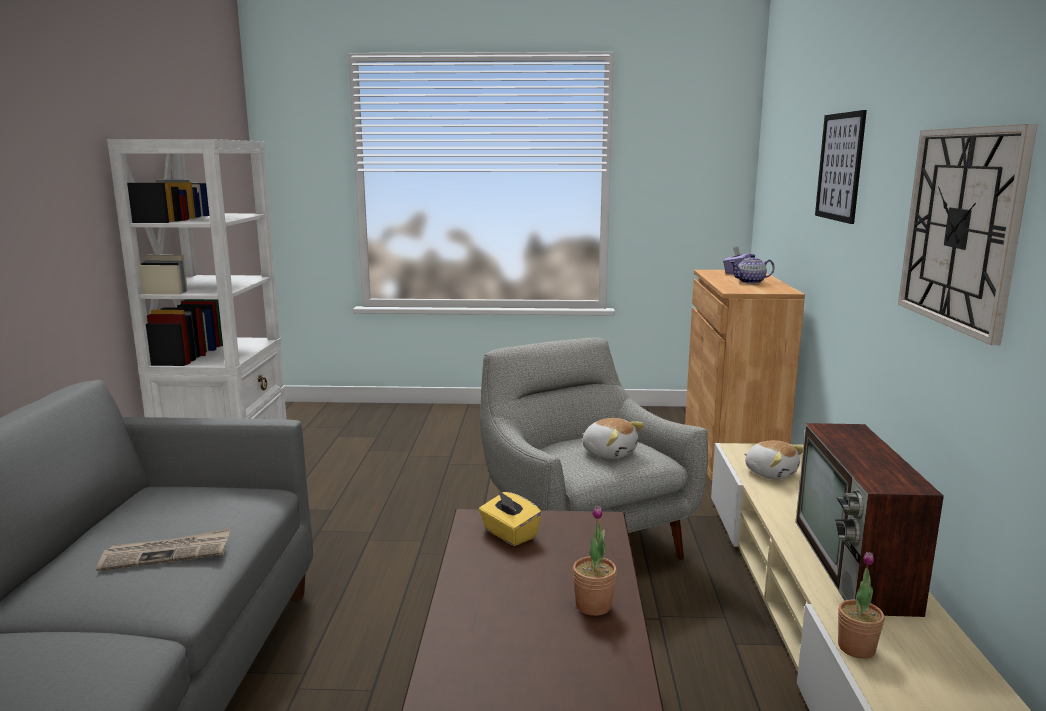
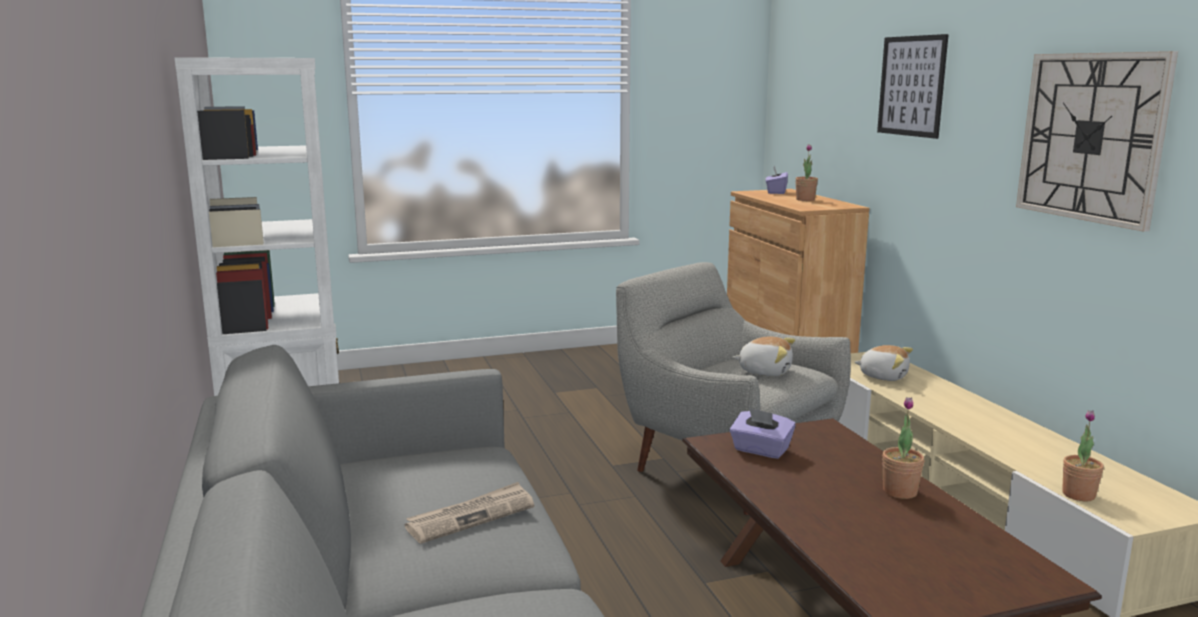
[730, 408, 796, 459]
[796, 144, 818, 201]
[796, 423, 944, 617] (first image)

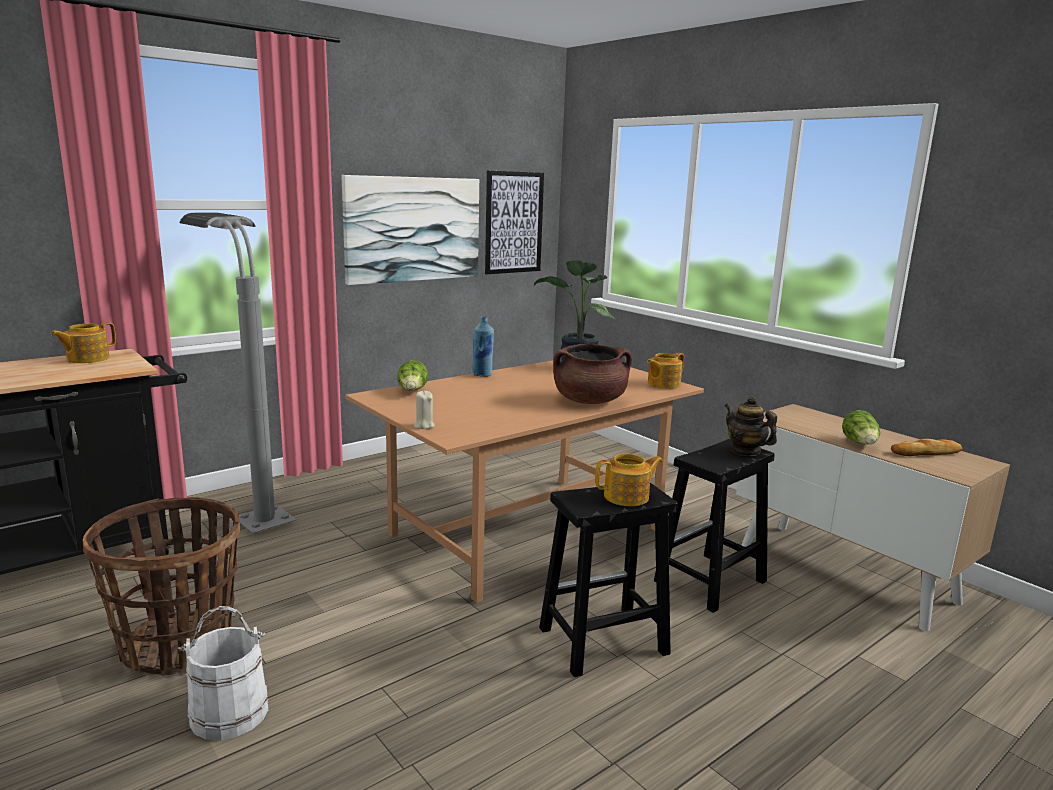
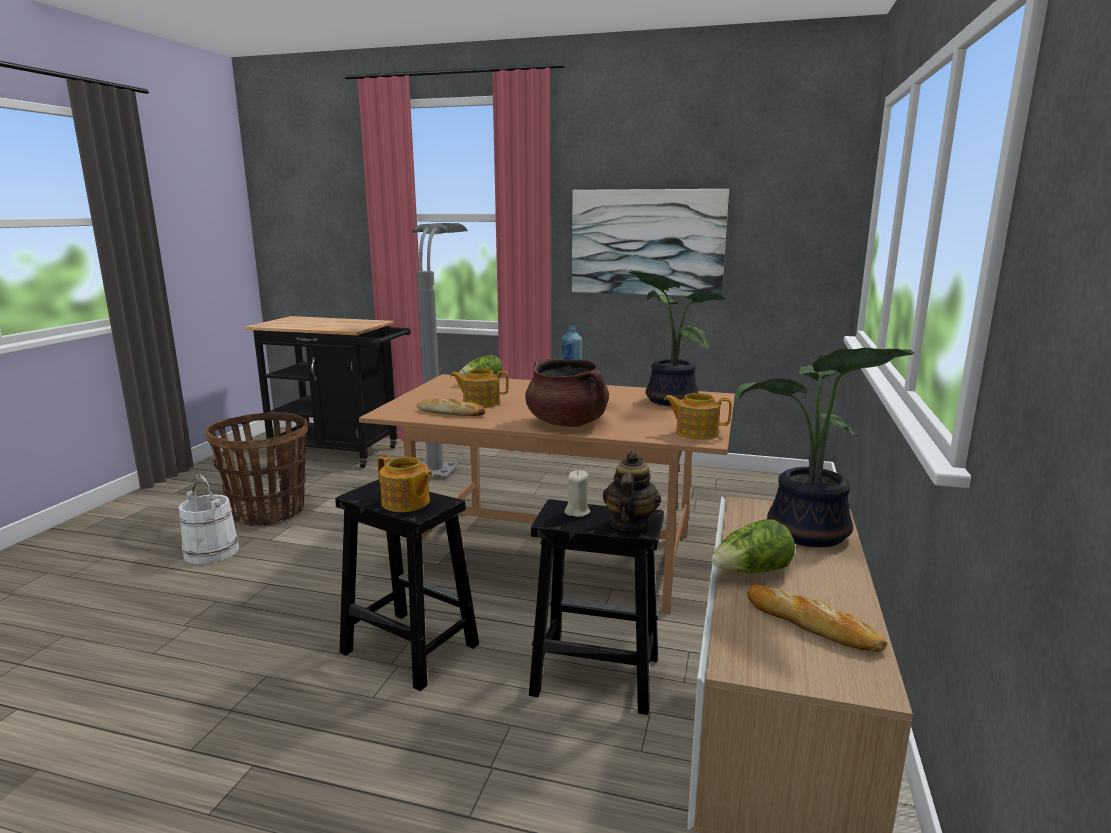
[450, 369, 509, 408]
[564, 470, 590, 517]
[485, 170, 544, 274] (first image)
[416, 398, 485, 416]
[735, 348, 915, 547]

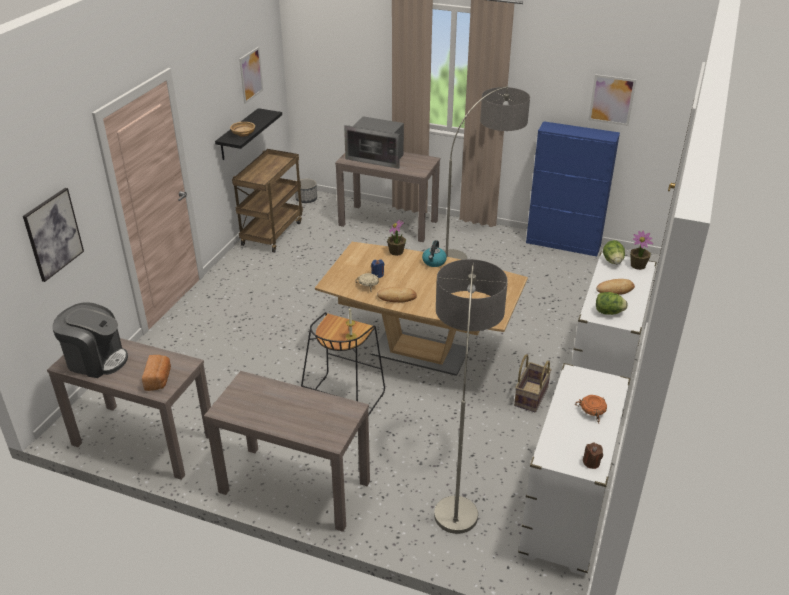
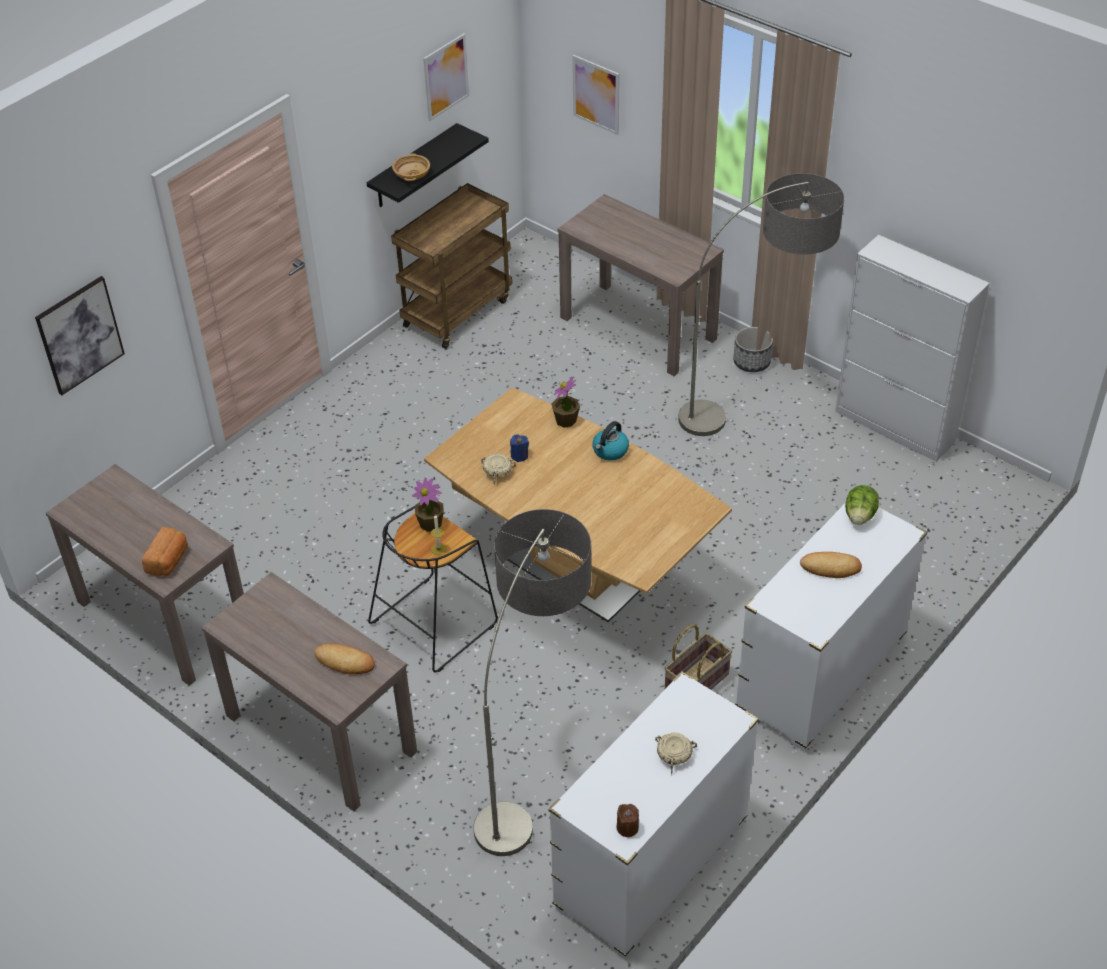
[53, 303, 128, 378] (first image)
[733, 327, 773, 372]
[344, 116, 404, 169] (first image)
[314, 643, 375, 674]
[835, 235, 989, 462]
[655, 732, 697, 775]
[572, 55, 620, 135]
[596, 292, 628, 315] (first image)
[412, 478, 444, 532]

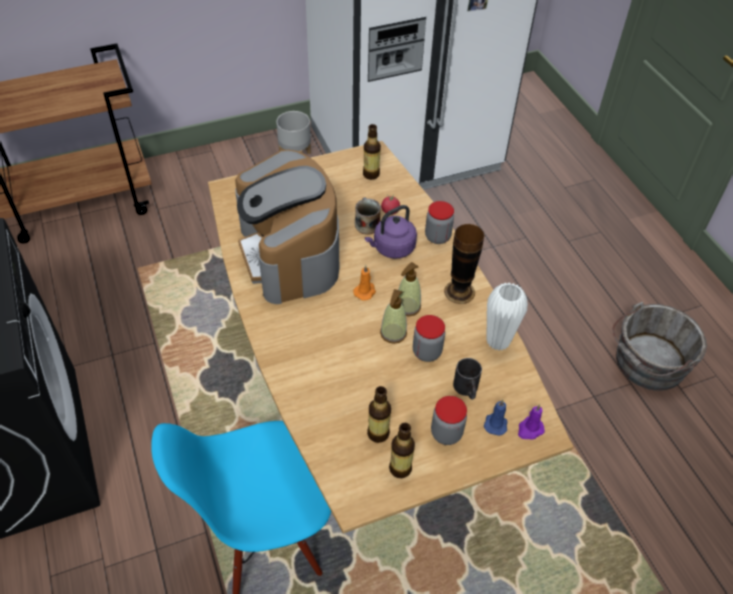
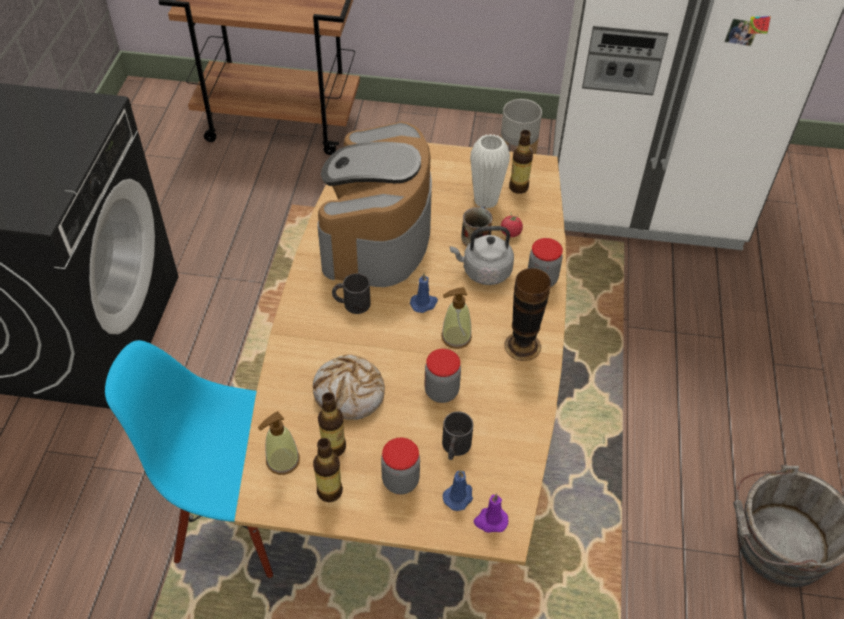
[410, 273, 438, 313]
[450, 226, 514, 285]
[258, 411, 300, 475]
[470, 134, 510, 209]
[313, 354, 385, 420]
[332, 273, 371, 314]

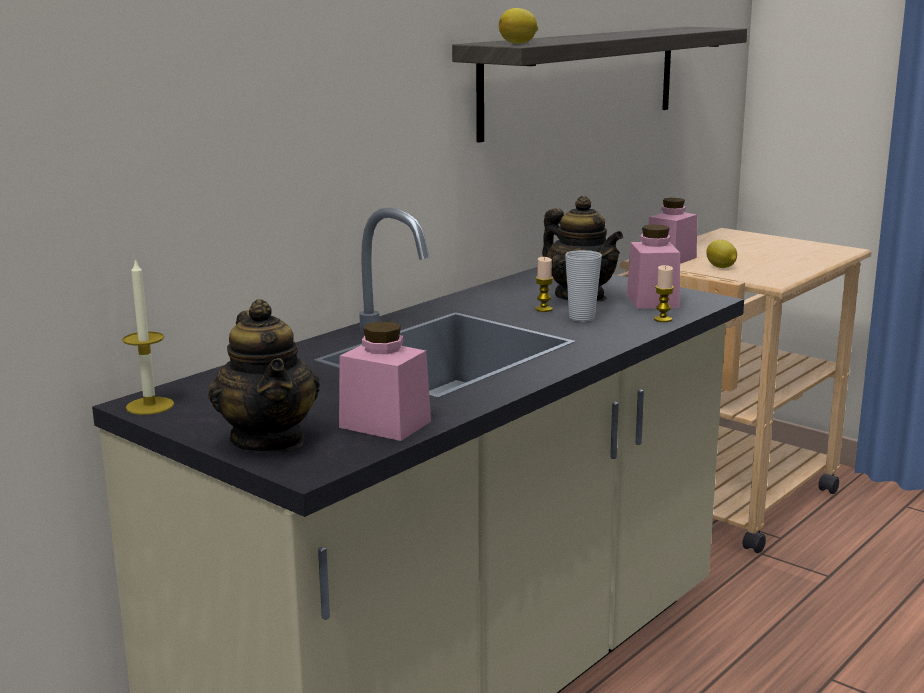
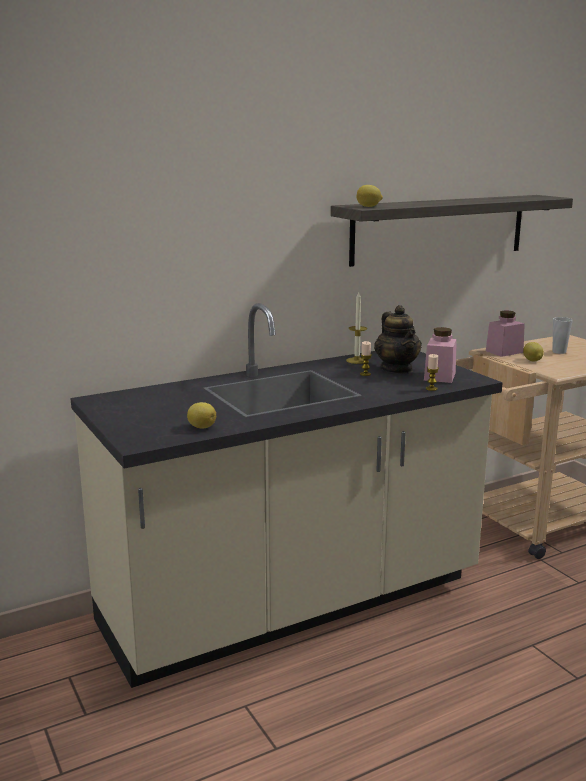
[346, 292, 367, 364]
[208, 299, 320, 453] (first image)
[187, 402, 216, 429]
[552, 317, 573, 354]

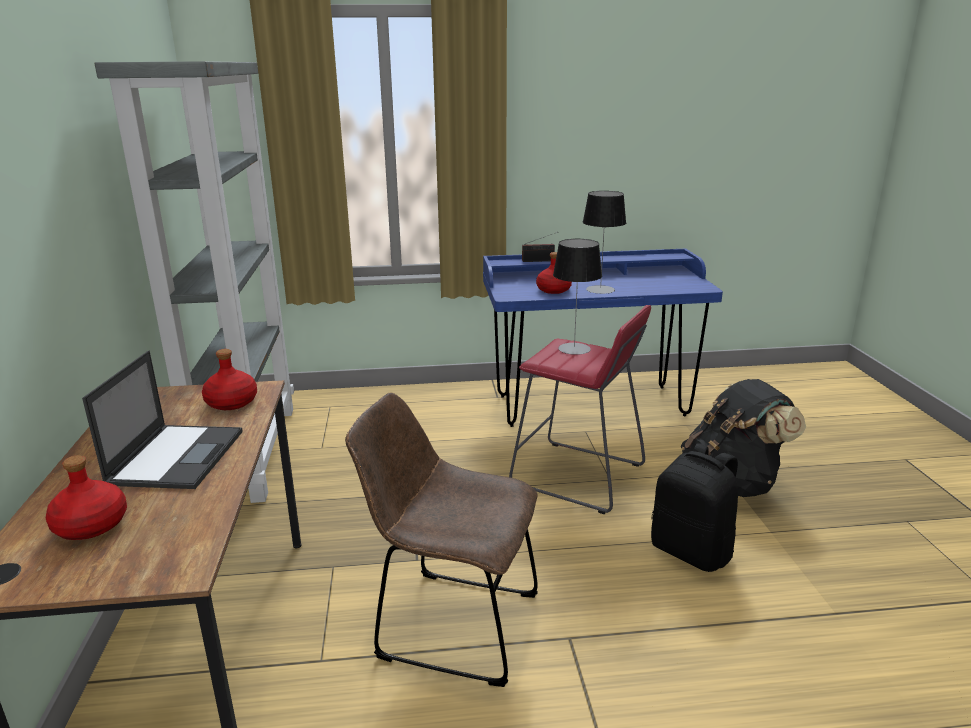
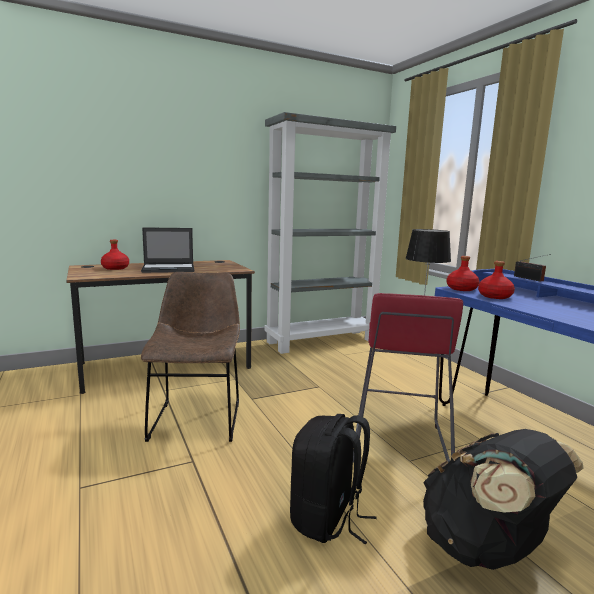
[447, 256, 480, 291]
[583, 191, 626, 294] (first image)

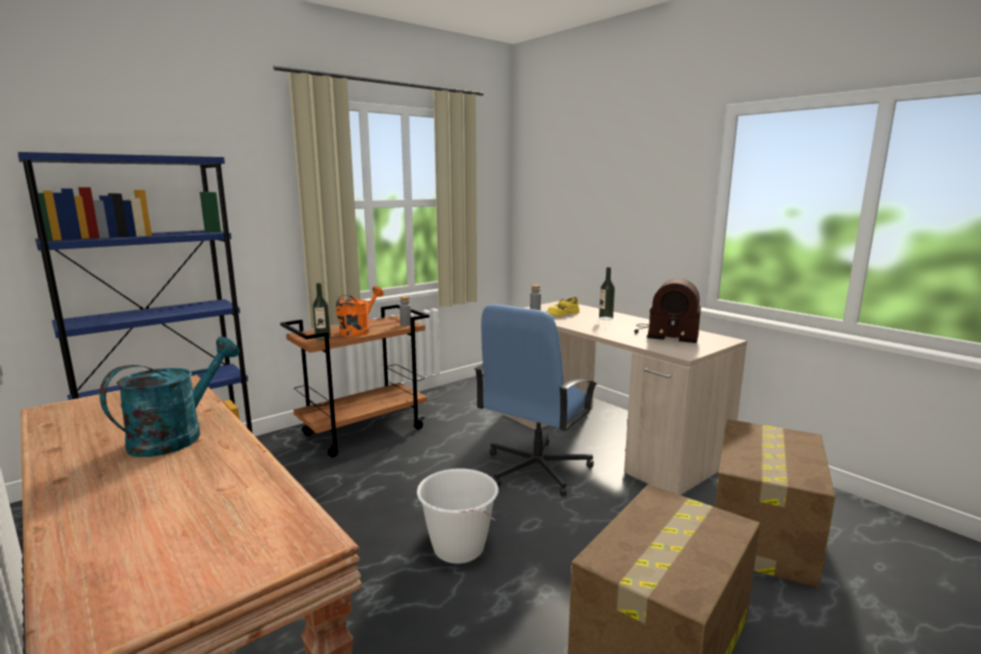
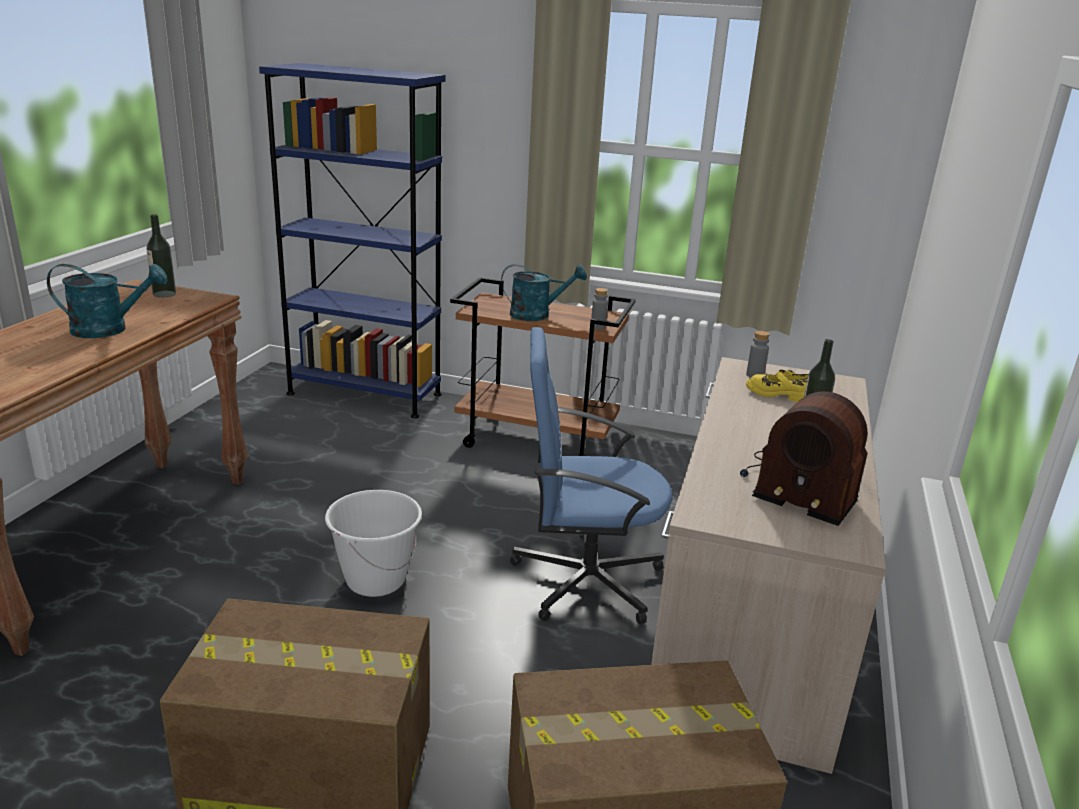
[146, 214, 176, 298]
[501, 264, 587, 321]
[740, 392, 868, 526]

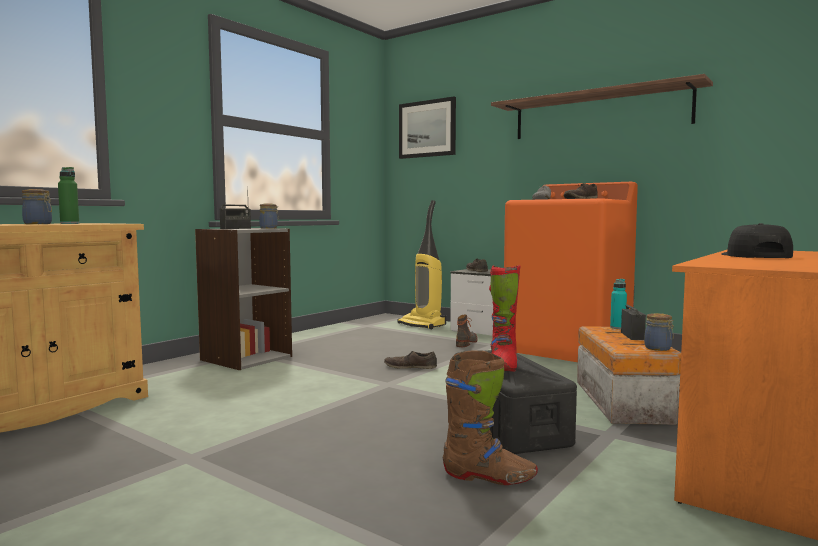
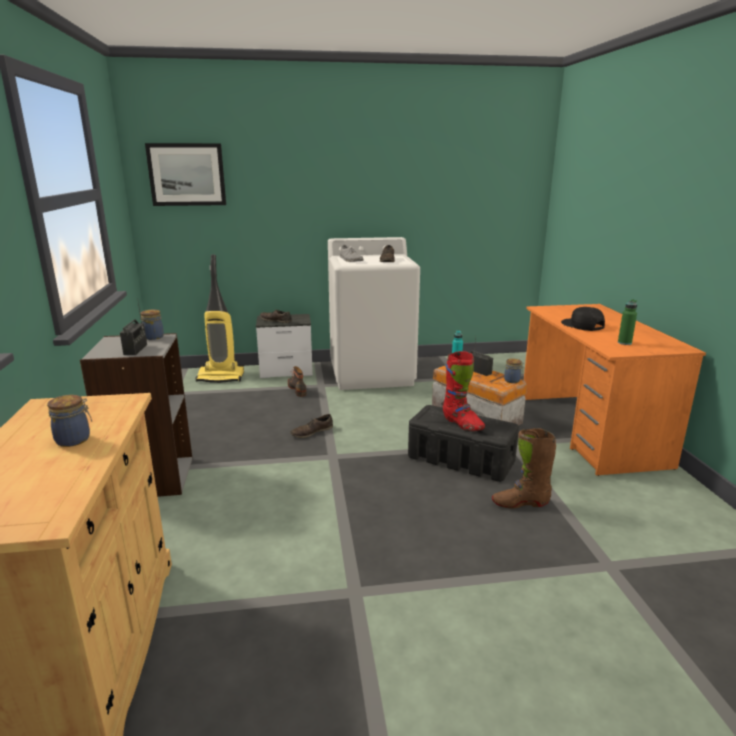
[618, 299, 637, 345]
[492, 428, 556, 509]
[491, 74, 713, 139] (first image)
[328, 237, 420, 390]

